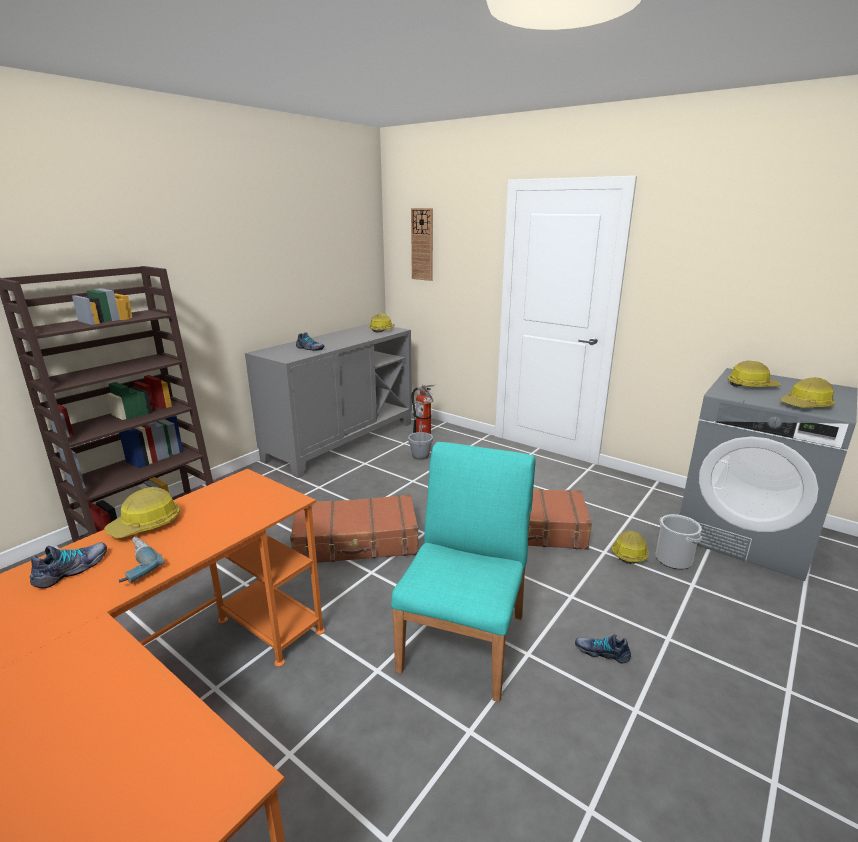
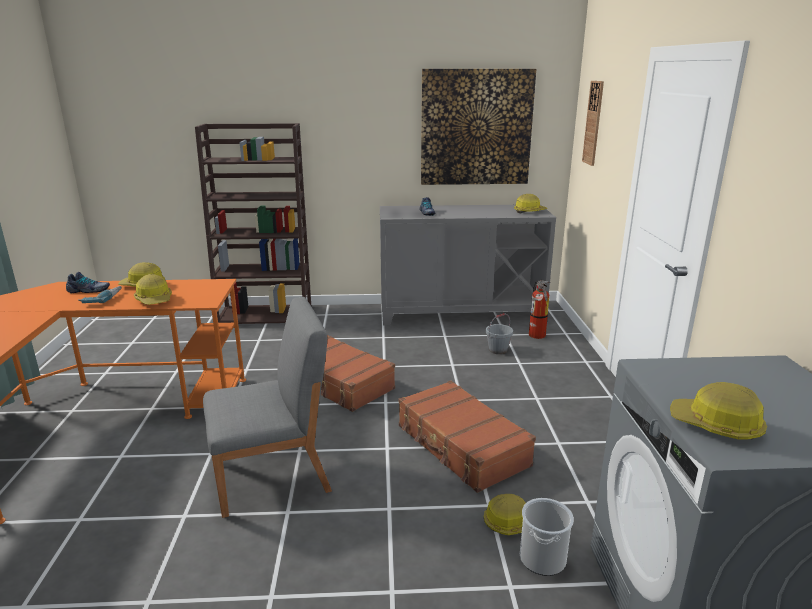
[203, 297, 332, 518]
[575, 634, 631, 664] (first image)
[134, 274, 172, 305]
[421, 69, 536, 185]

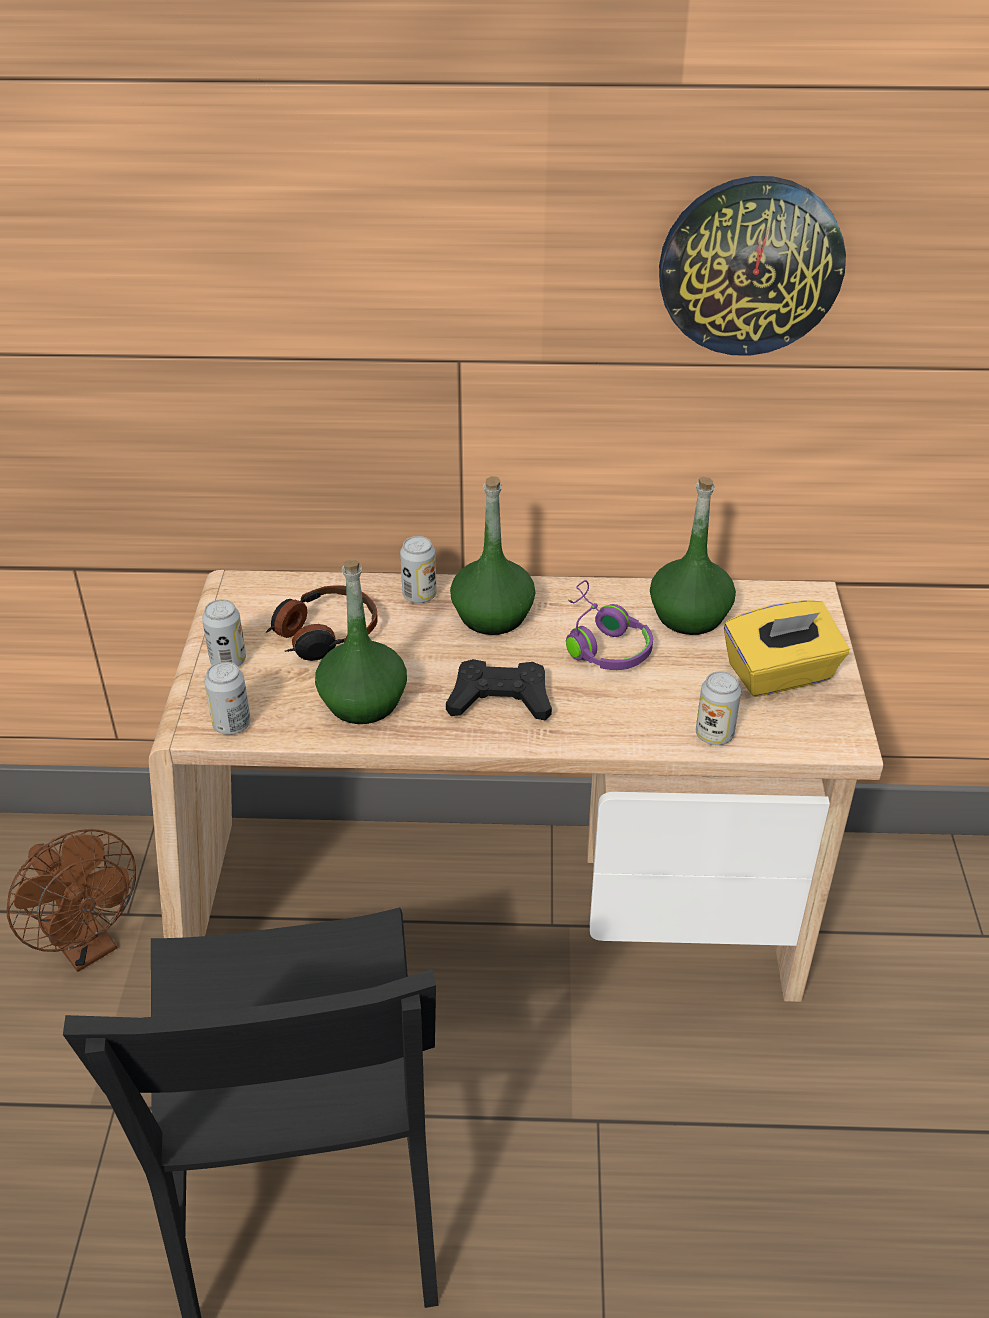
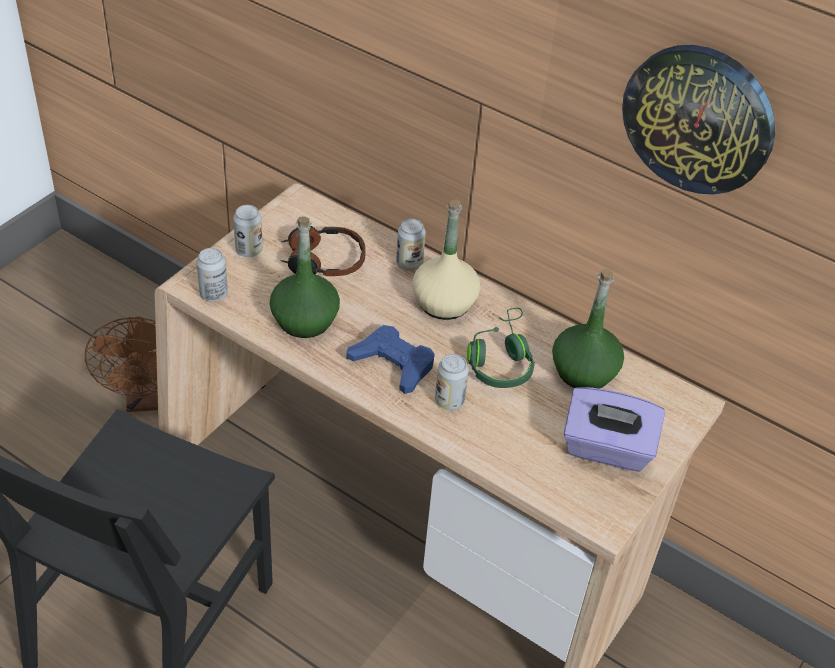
[347, 325, 435, 394]
[412, 200, 480, 320]
[467, 308, 535, 388]
[435, 354, 469, 410]
[564, 387, 665, 472]

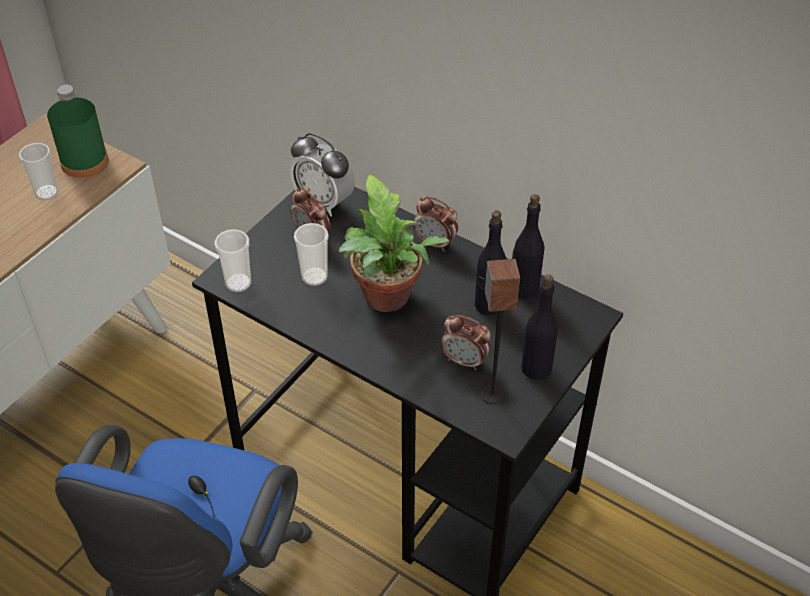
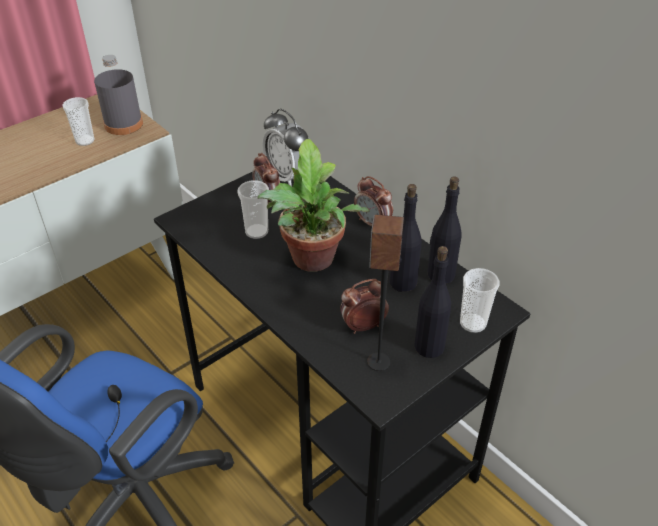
[94, 55, 143, 135]
[460, 268, 499, 333]
[340, 279, 389, 334]

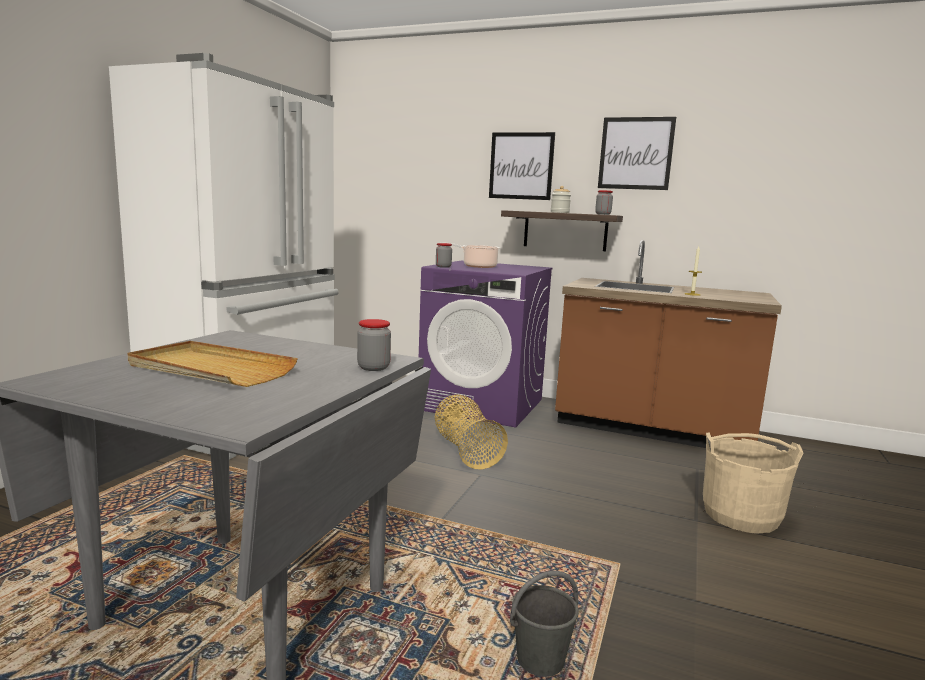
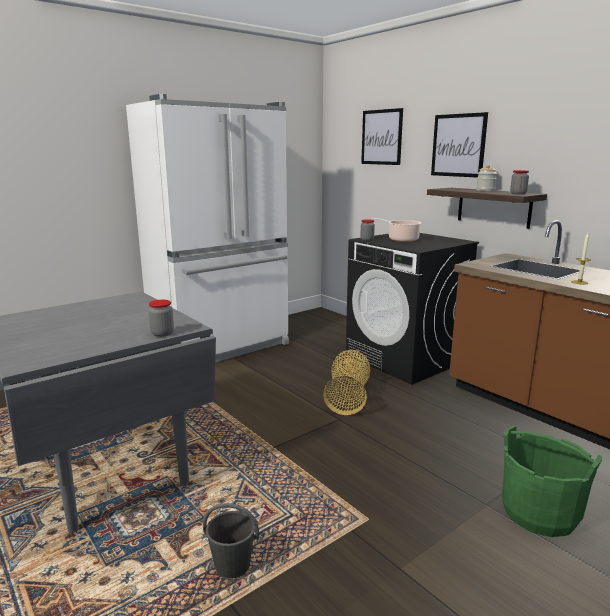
[127, 341, 298, 387] (first image)
[346, 233, 479, 385]
[361, 108, 403, 165]
[502, 426, 602, 537]

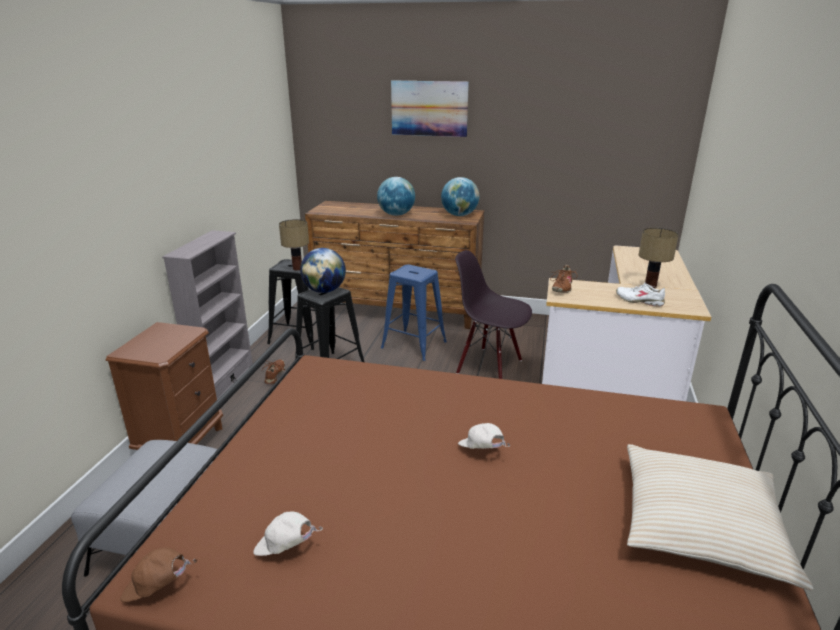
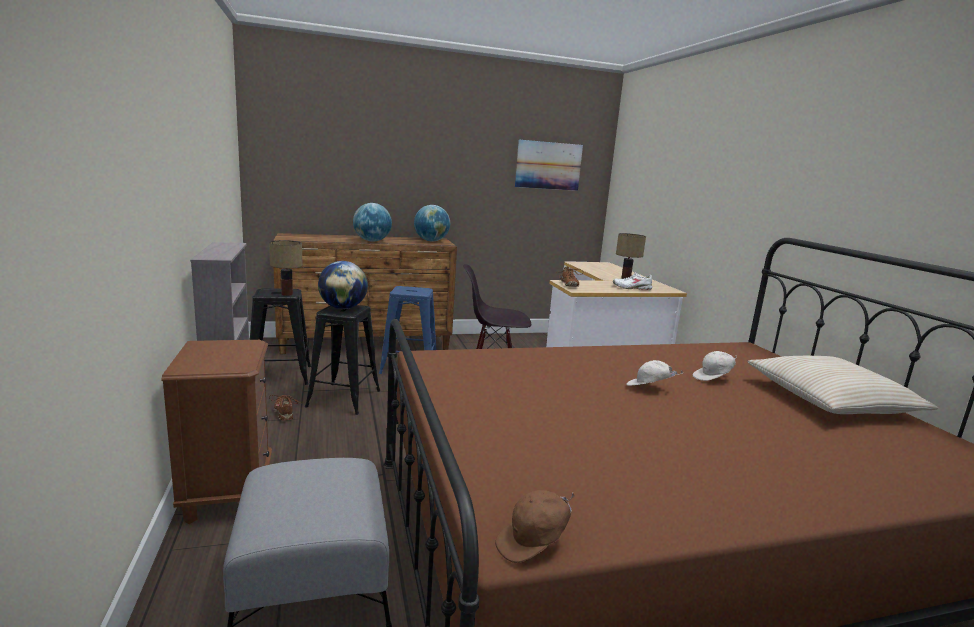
[692, 351, 737, 381]
[515, 140, 583, 191]

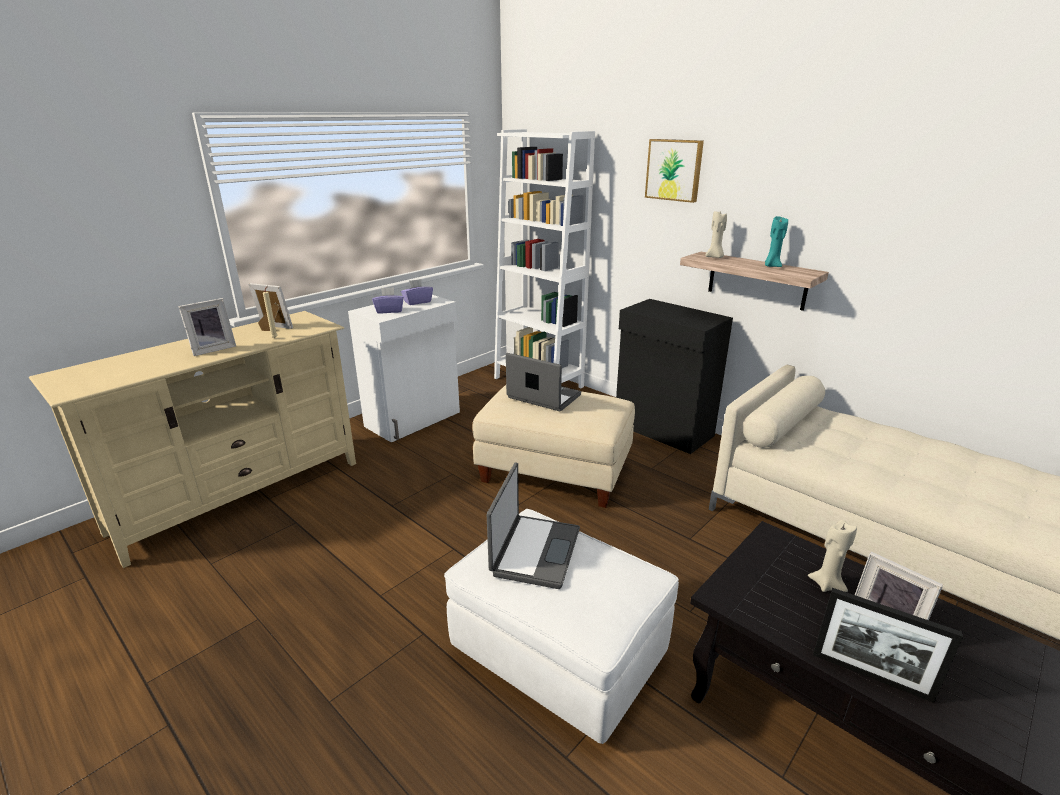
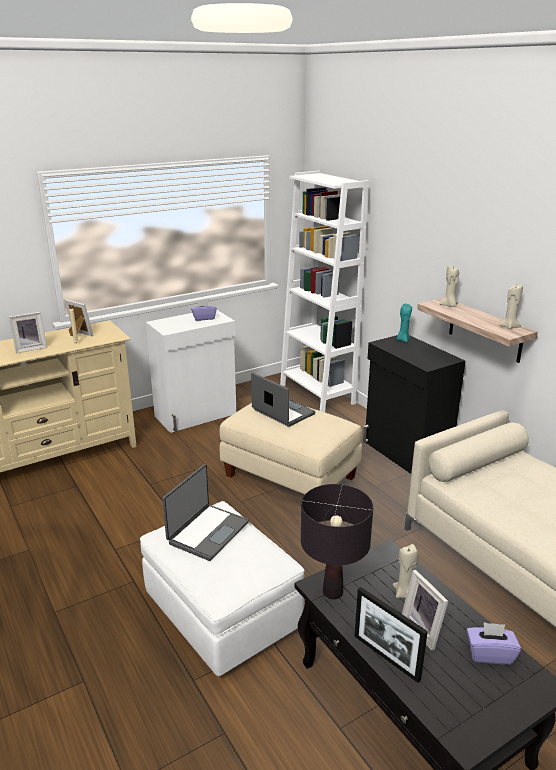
[466, 622, 521, 665]
[645, 139, 704, 203] (first image)
[397, 304, 412, 342]
[301, 484, 373, 599]
[498, 285, 523, 330]

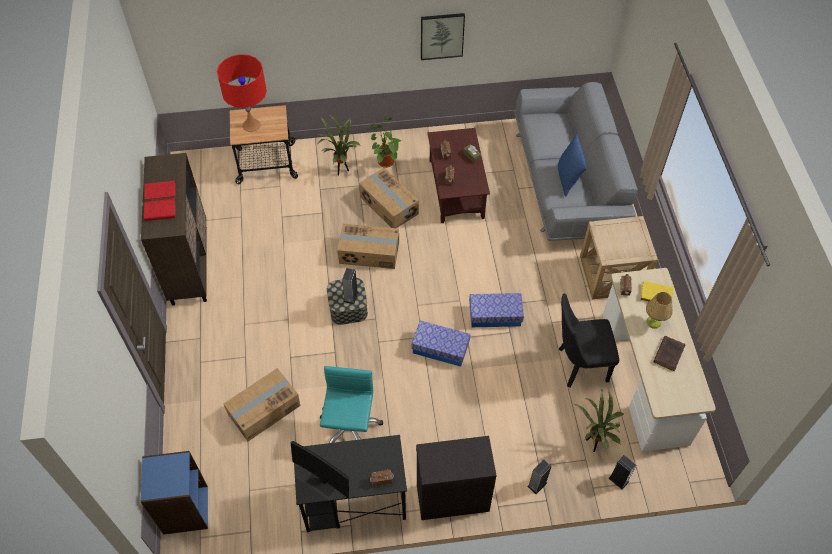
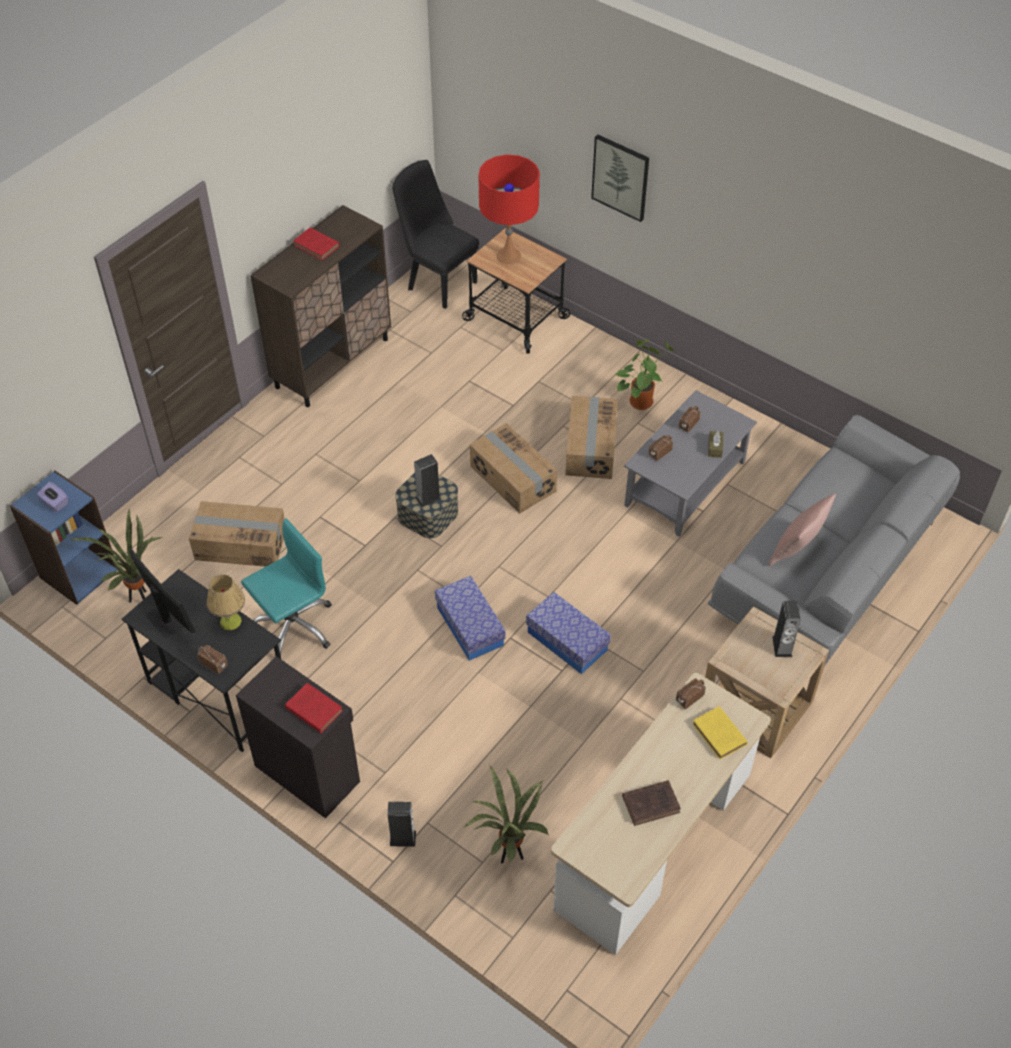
[285, 683, 343, 733]
[130, 548, 196, 639]
[71, 509, 164, 603]
[591, 135, 649, 222]
[624, 390, 757, 537]
[769, 494, 836, 566]
[392, 160, 479, 309]
[772, 601, 801, 657]
[207, 574, 245, 630]
[37, 482, 68, 512]

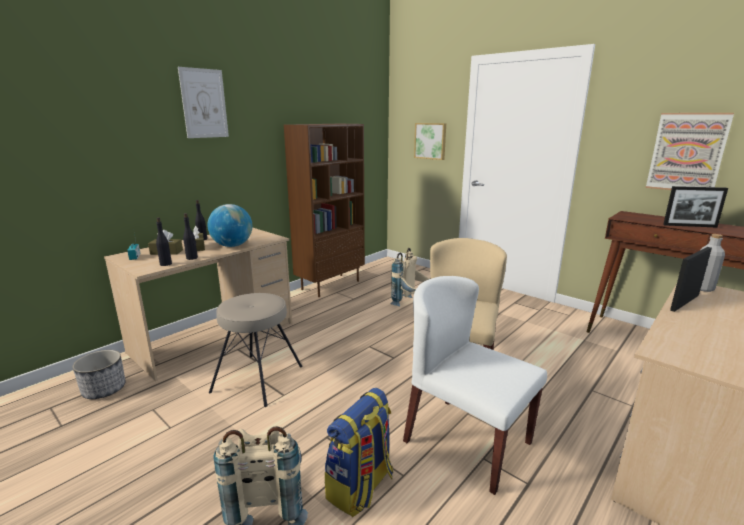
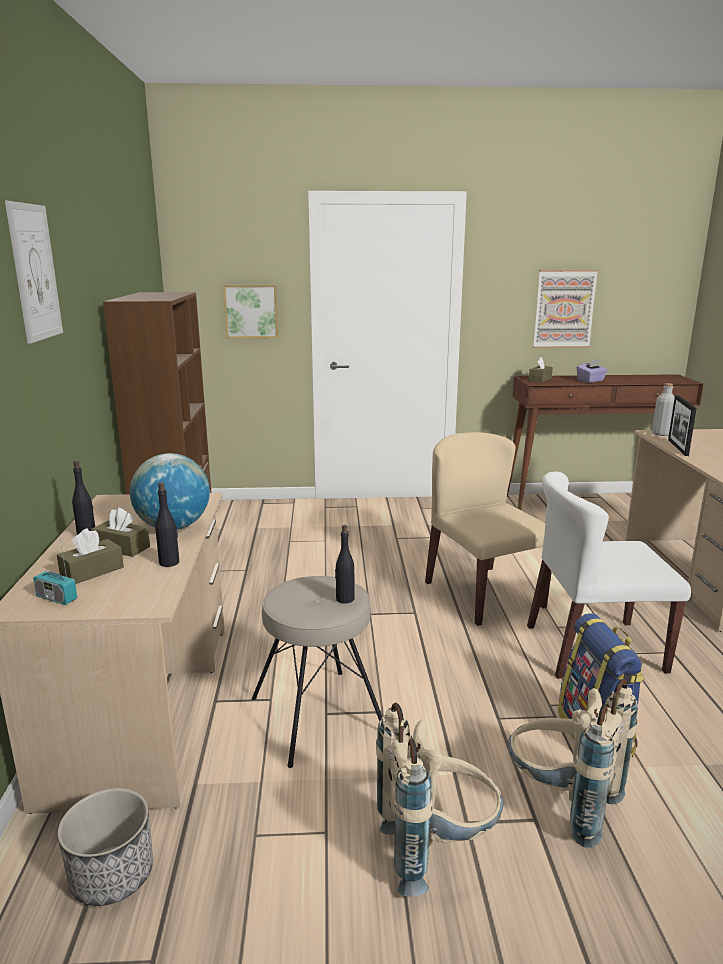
[335, 525, 354, 603]
[376, 703, 503, 897]
[577, 359, 608, 383]
[529, 357, 553, 382]

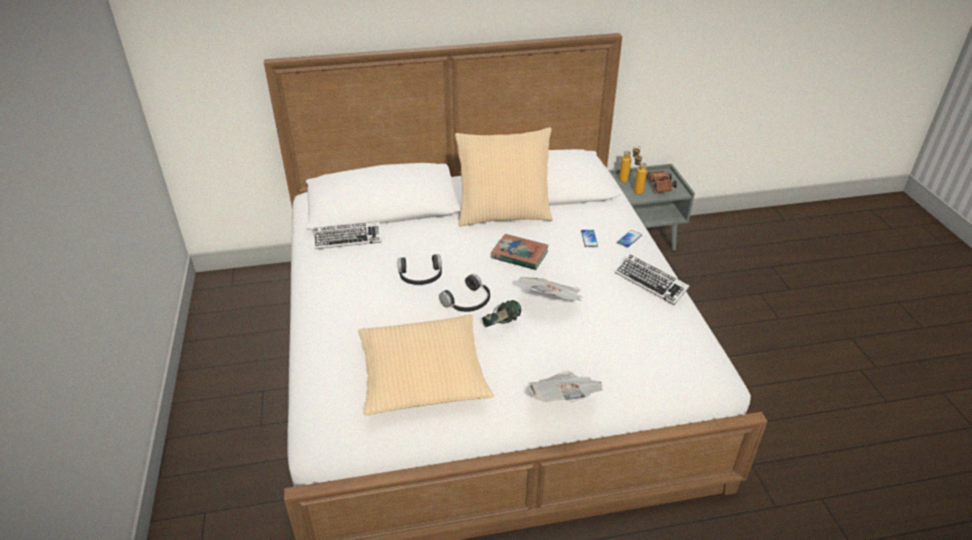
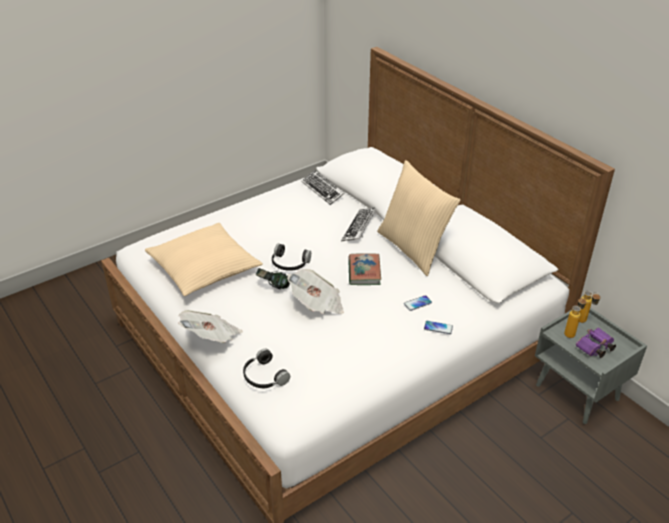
[243, 349, 290, 388]
[341, 207, 376, 241]
[576, 327, 616, 358]

